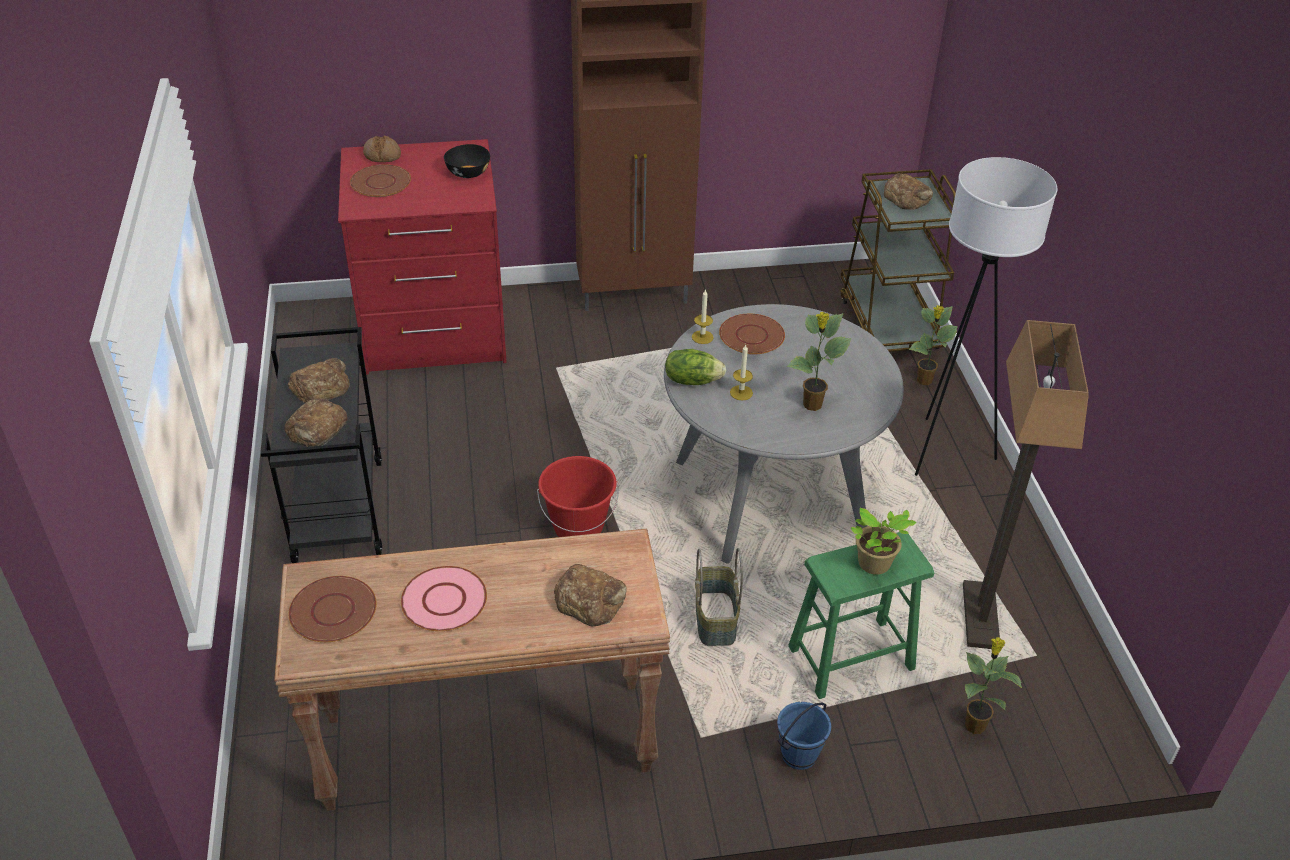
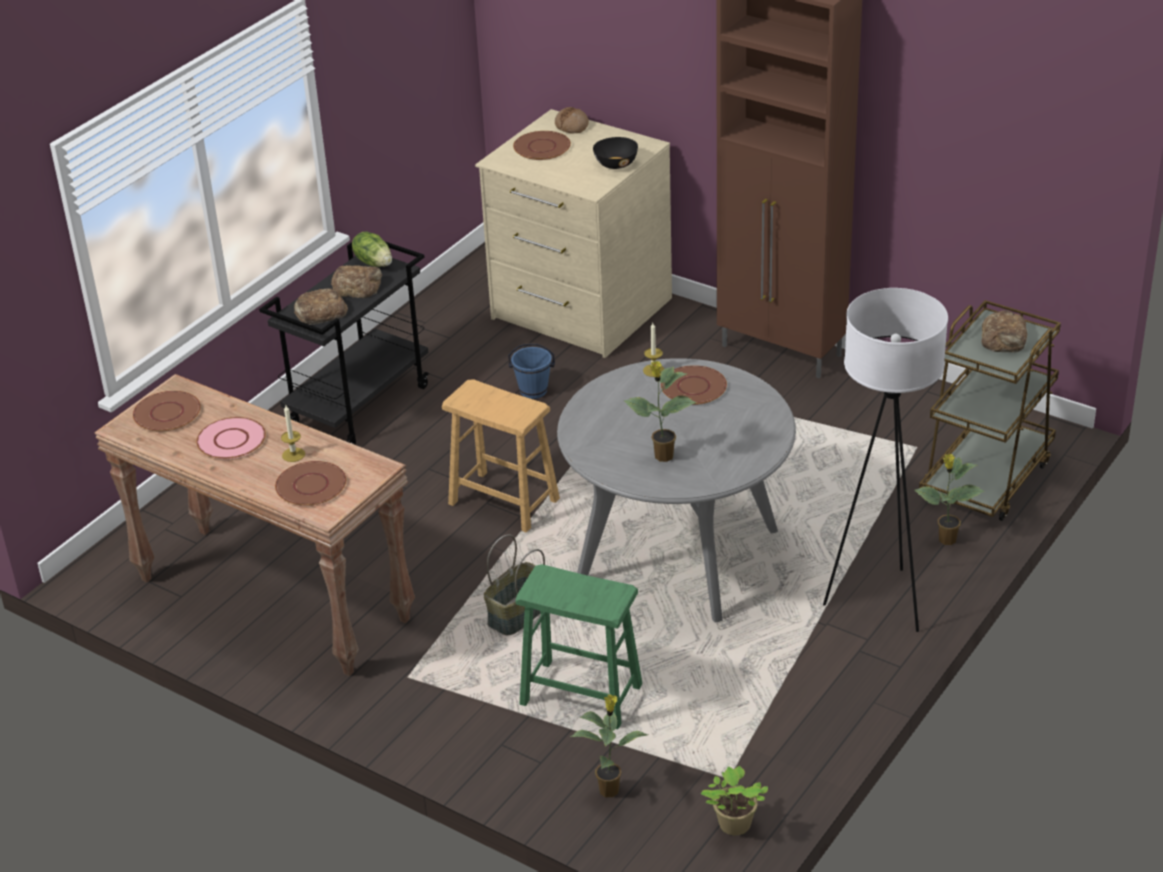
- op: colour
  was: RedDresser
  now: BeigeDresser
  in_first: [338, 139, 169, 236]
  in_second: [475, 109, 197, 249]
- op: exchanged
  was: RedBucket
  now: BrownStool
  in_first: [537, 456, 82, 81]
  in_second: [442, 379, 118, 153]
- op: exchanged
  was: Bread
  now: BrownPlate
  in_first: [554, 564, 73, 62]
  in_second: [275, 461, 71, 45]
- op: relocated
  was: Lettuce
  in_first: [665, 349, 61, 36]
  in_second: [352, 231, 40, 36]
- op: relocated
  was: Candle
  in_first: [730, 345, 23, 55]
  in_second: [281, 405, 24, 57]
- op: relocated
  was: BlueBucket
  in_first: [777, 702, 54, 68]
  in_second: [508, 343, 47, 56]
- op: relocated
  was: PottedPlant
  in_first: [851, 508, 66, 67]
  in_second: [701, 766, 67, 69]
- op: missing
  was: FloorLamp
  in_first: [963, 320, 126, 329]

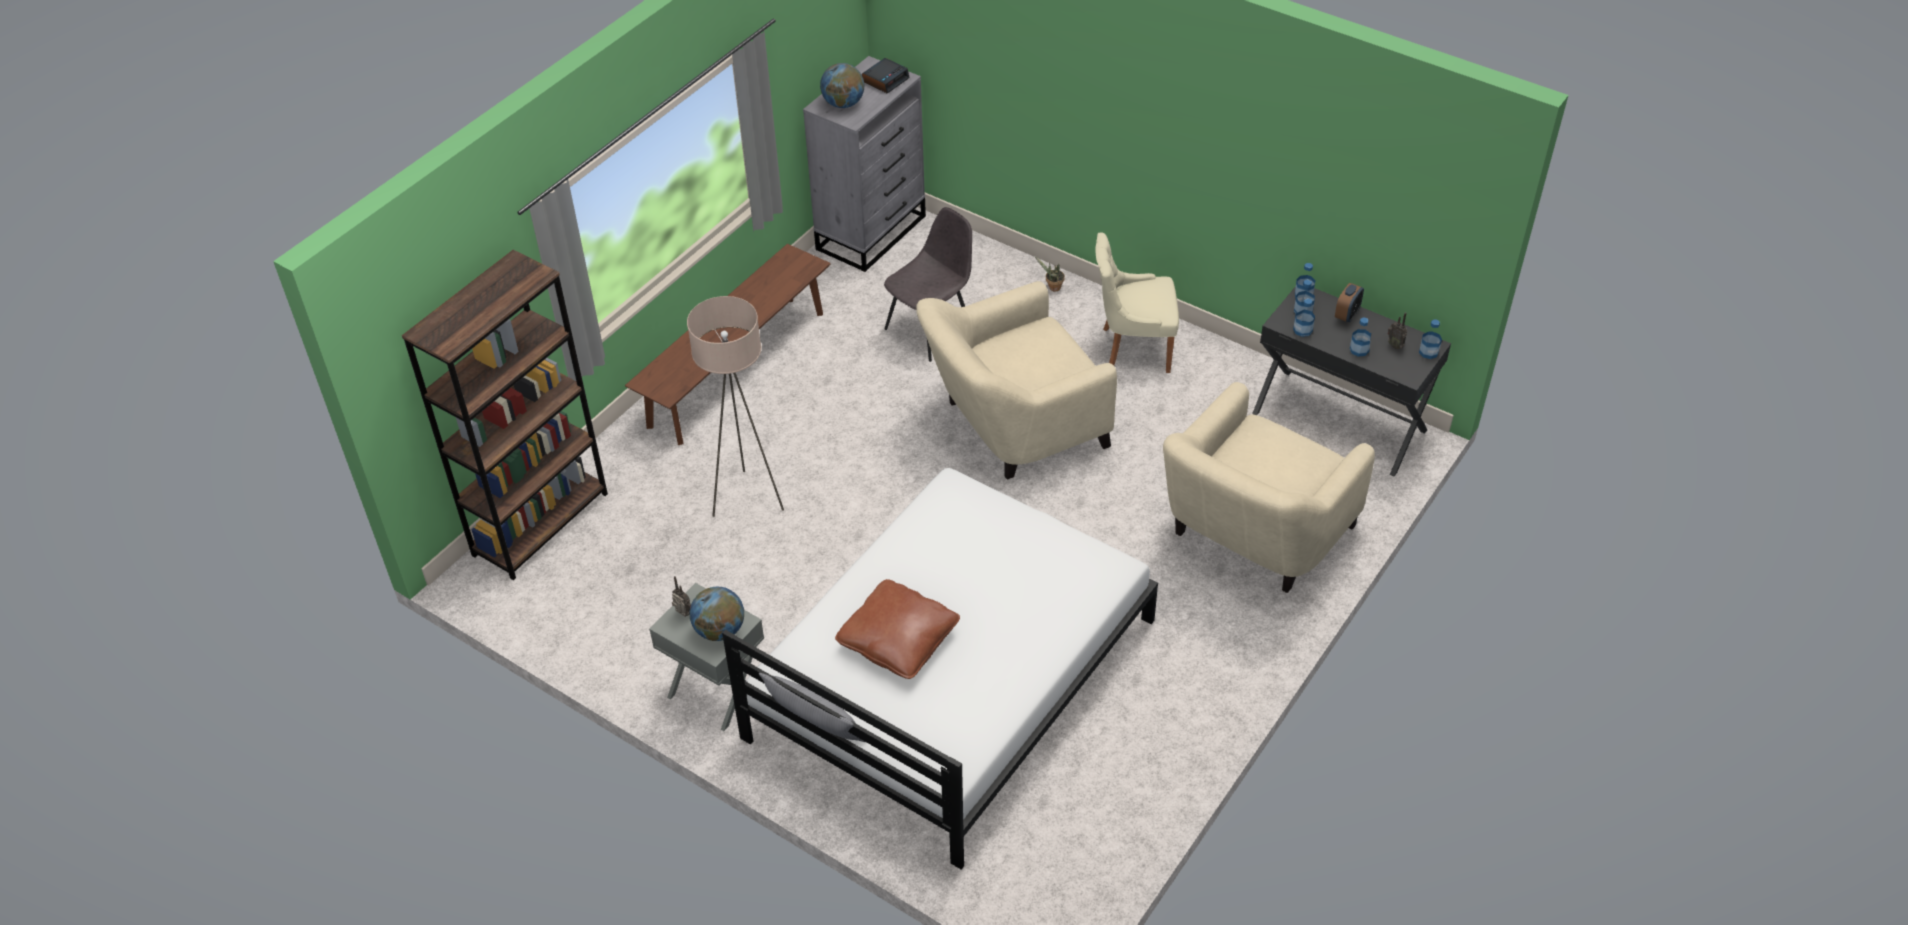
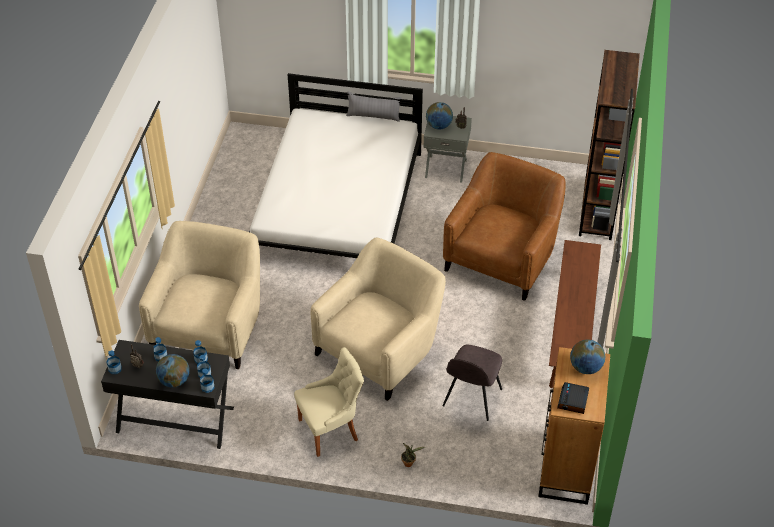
- op: exchanged
  was: BeigeFloorLamp
  now: BrownArmchair
  in_first: [687, 296, 97, 221]
  in_second: [443, 152, 123, 149]
- op: colour
  was: GreyDresser
  now: BrownDresser
  in_first: [803, 56, 123, 216]
  in_second: [538, 347, 72, 158]
- op: missing
  was: BrownPillow
  in_first: [835, 579, 125, 100]
- op: exchanged
  was: AlarmClock
  now: Globe
  in_first: [1335, 283, 29, 39]
  in_second: [156, 354, 34, 33]

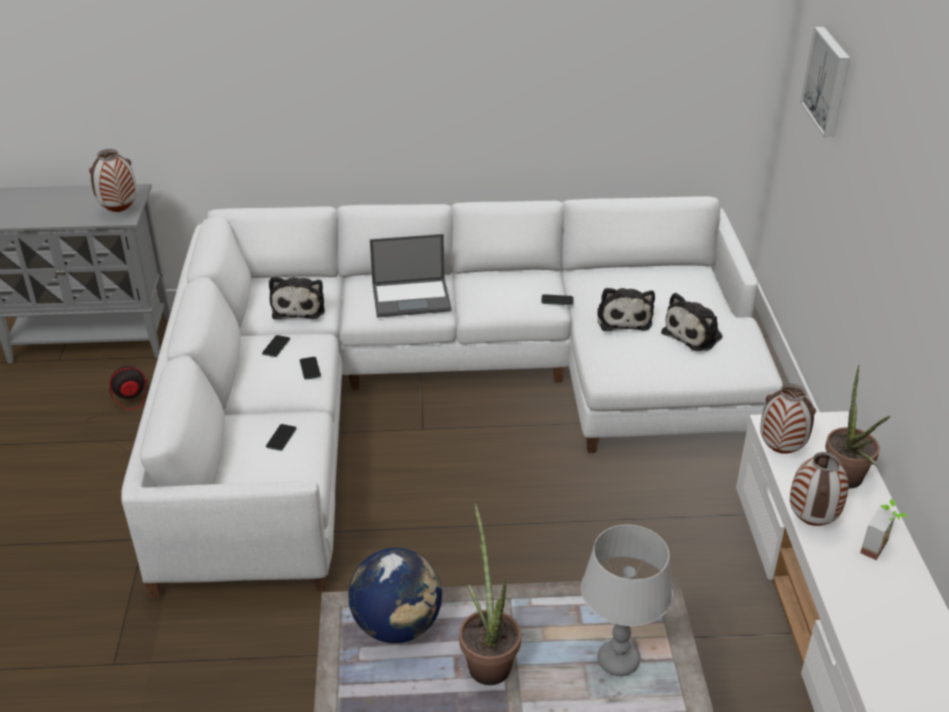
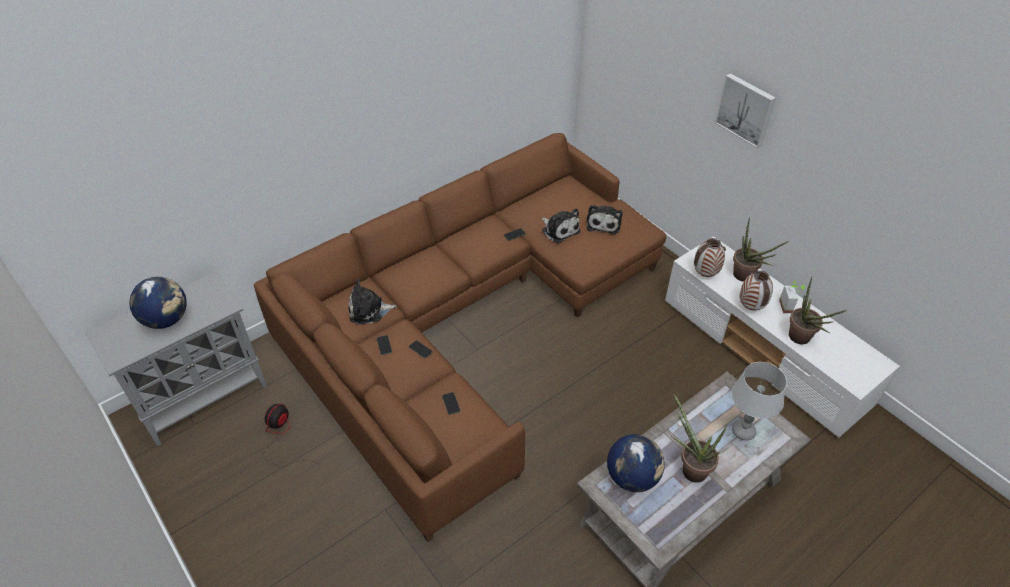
- op: missing
  was: Vase
  in_first: [89, 149, 48, 63]
- op: colour
  was: WhiteSofa
  now: BrownSofa
  in_first: [121, 196, 662, 402]
  in_second: [254, 133, 412, 409]
- op: spun
  was: PlushToy
  in_first: [269, 277, 56, 43]
  in_second: [348, 279, 49, 46]
  clockwise: 120
- op: missing
  was: Laptop
  in_first: [370, 234, 82, 83]
- op: relocated
  was: Picture
  in_first: [800, 27, 50, 110]
  in_second: [715, 73, 61, 75]
- op: appeared
  now: Globe
  in_second: [129, 277, 58, 52]
- op: appeared
  now: PottedPlant
  in_second: [789, 277, 58, 67]

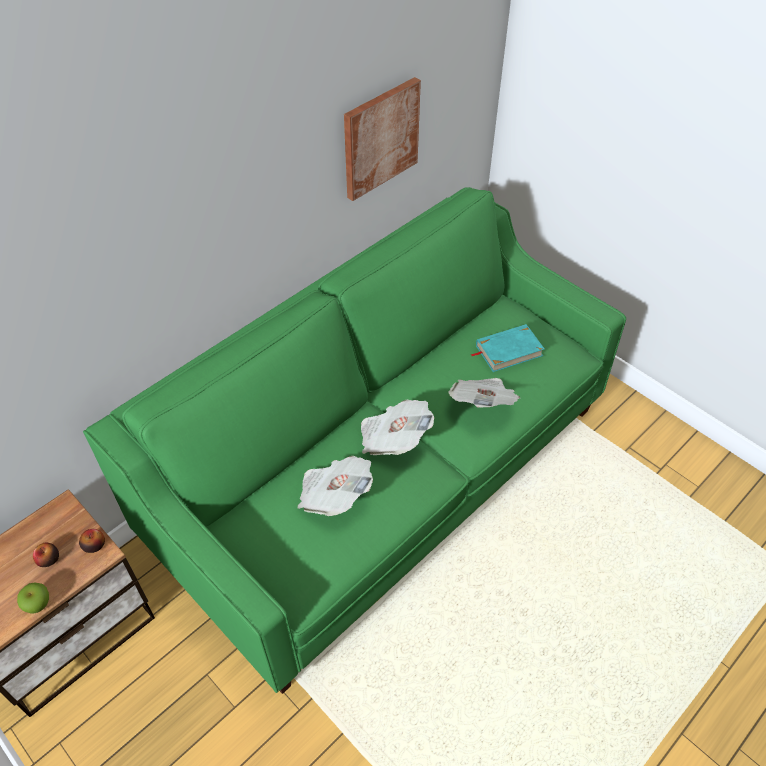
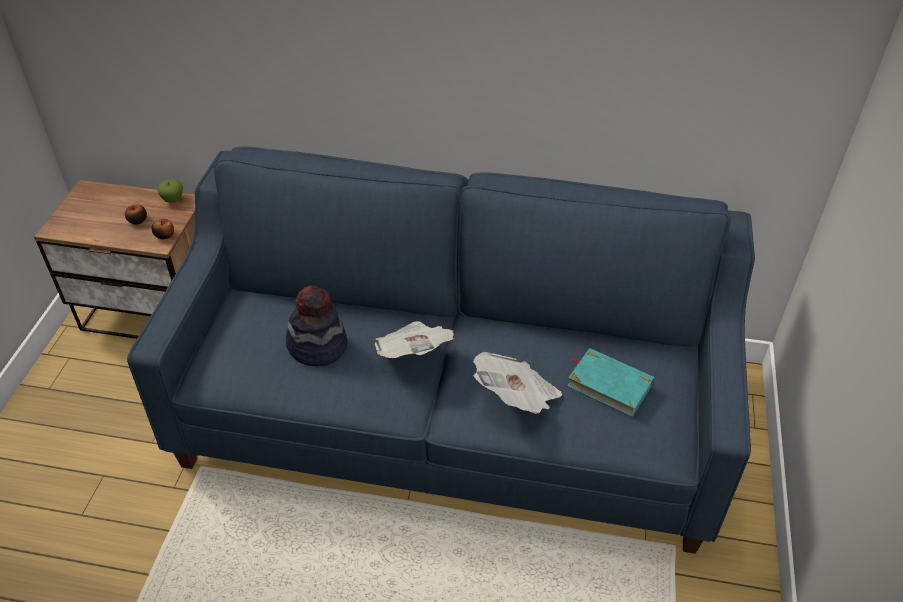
- op: relocated
  was: Apple
  in_first: [17, 583, 32, 30]
  in_second: [157, 179, 26, 24]
- op: colour
  was: GreenSofa
  now: BlueSofa
  in_first: [83, 187, 543, 507]
  in_second: [127, 146, 628, 408]
- op: exchanged
  was: Newspaper
  now: Hat
  in_first: [298, 455, 75, 61]
  in_second: [286, 285, 62, 81]
- op: missing
  was: Picture
  in_first: [344, 77, 77, 124]

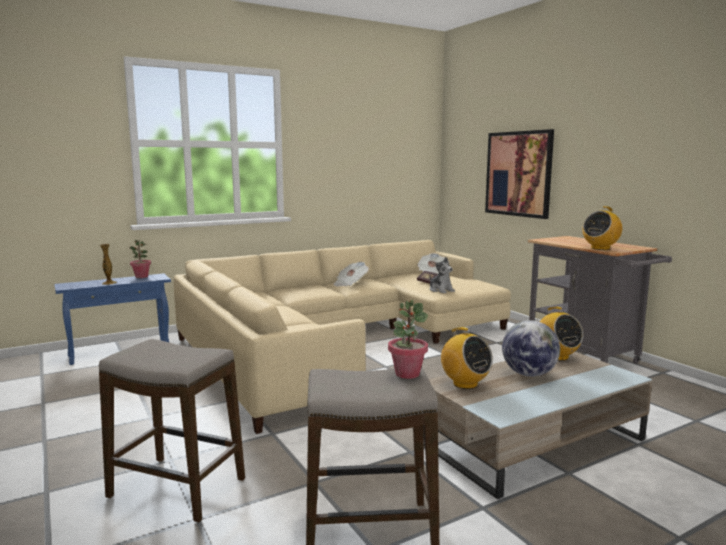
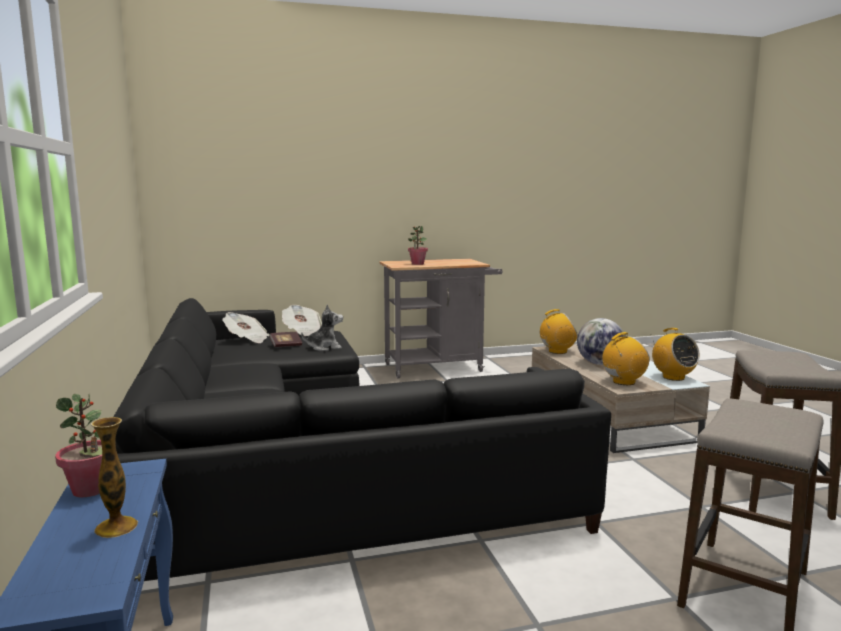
- op: colour
  was: BeigeSofa
  now: BlackSofa
  in_first: [174, 240, 337, 194]
  in_second: [114, 298, 497, 283]
- op: relocated
  was: Newspaper
  in_first: [333, 262, 36, 24]
  in_second: [282, 305, 40, 31]
- op: relocated
  was: PottedPlant
  in_first: [388, 300, 40, 79]
  in_second: [408, 226, 20, 39]
- op: missing
  was: Picture
  in_first: [485, 129, 69, 90]
- op: relocated
  was: Radio
  in_first: [582, 206, 40, 44]
  in_second: [650, 328, 50, 53]

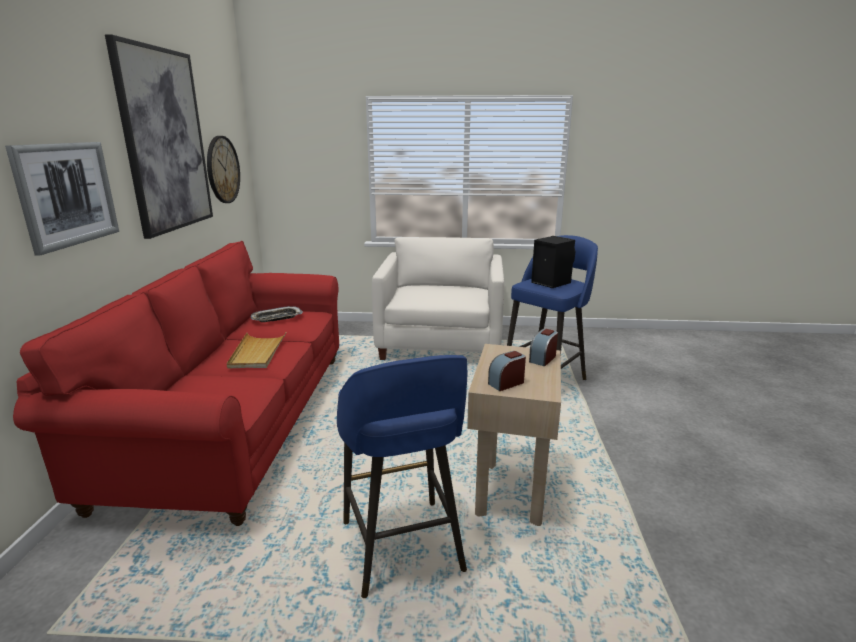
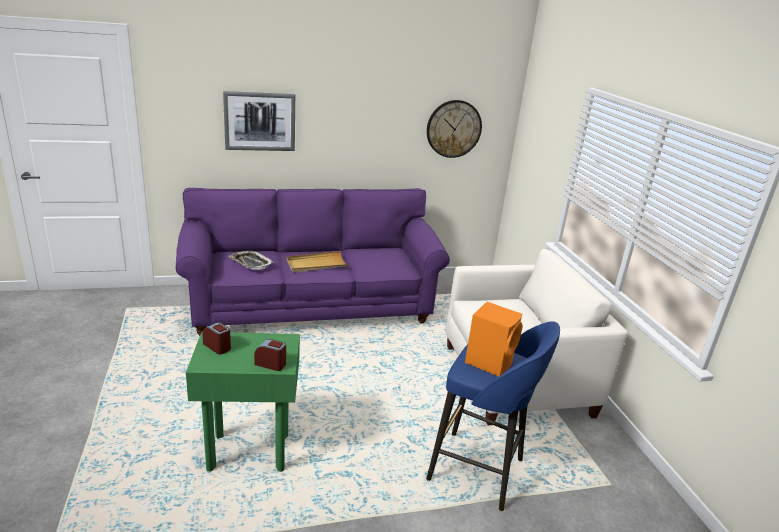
- op: colour
  was: RedSofa
  now: PurpleSofa
  in_first: [13, 241, 326, 285]
  in_second: [176, 188, 274, 148]
- op: missing
  was: Picture
  in_first: [105, 34, 108, 205]
- op: relocated
  was: Tray
  in_first: [251, 306, 52, 16]
  in_second: [229, 251, 45, 19]
- op: missing
  was: BlueStool
  in_first: [337, 355, 130, 243]
- op: colour
  was: BeigeSideTable
  now: GreenSideTable
  in_first: [467, 344, 94, 182]
  in_second: [186, 332, 114, 140]
- op: colour
  was: BlackSpeaker
  now: OrangeSpeaker
  in_first: [531, 236, 44, 52]
  in_second: [465, 302, 57, 75]

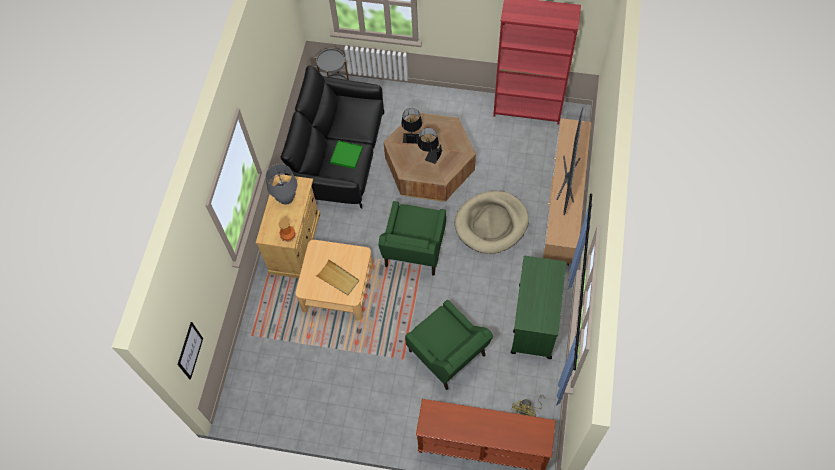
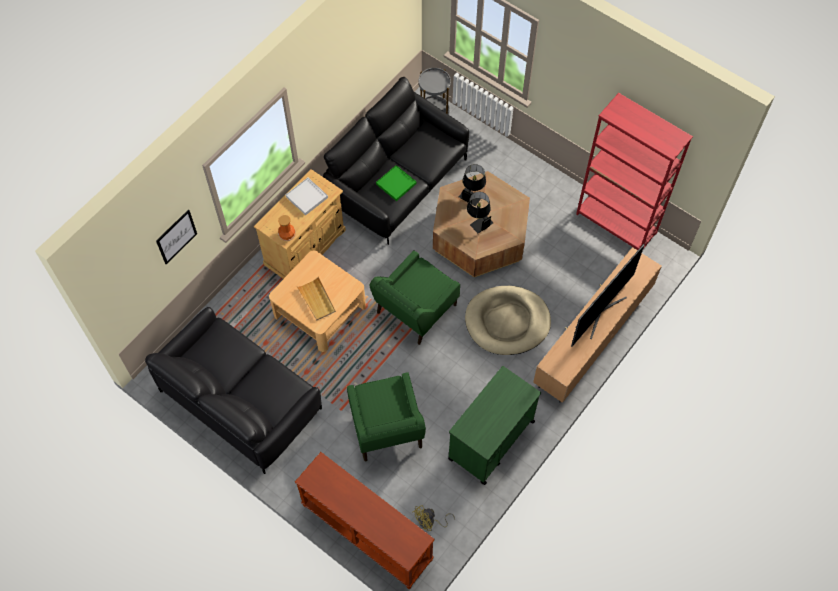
- op: relocated
  was: Picture
  in_first: [177, 322, 26, 58]
  in_second: [156, 210, 41, 54]
- op: exchanged
  was: GreyTableLamp
  now: WhiteTray
  in_first: [266, 164, 31, 41]
  in_second: [286, 178, 42, 37]
- op: appeared
  now: BlackSofa
  in_second: [145, 307, 177, 167]

